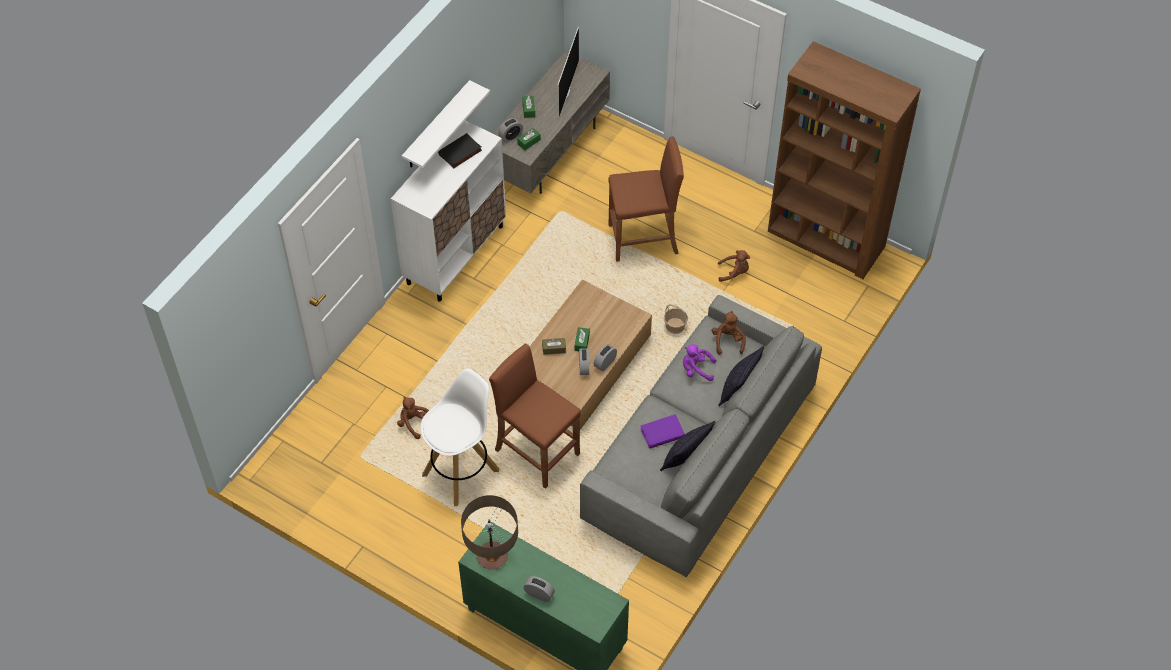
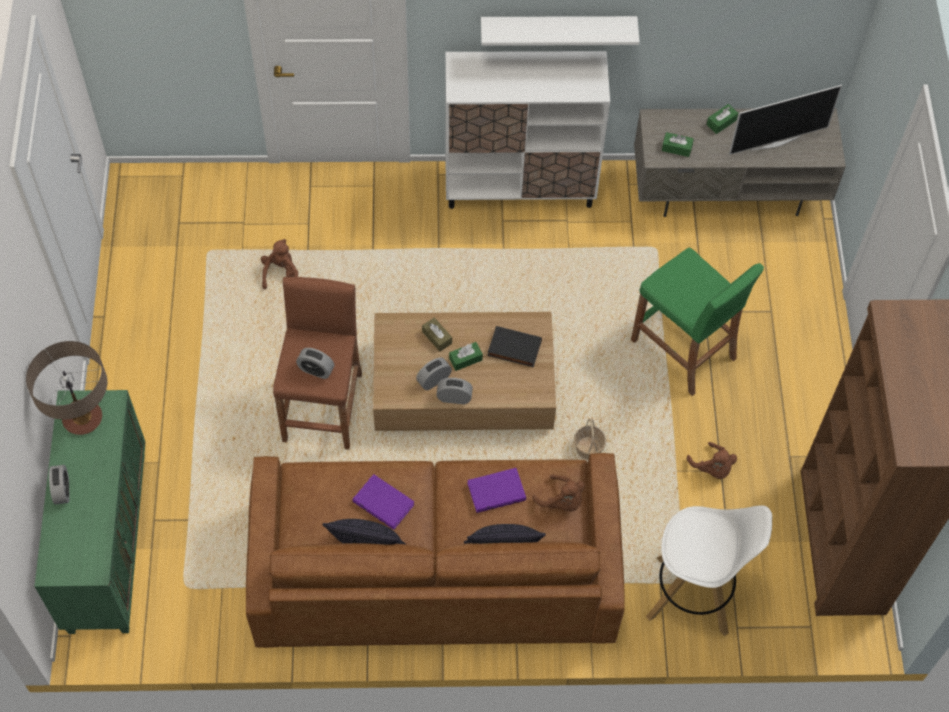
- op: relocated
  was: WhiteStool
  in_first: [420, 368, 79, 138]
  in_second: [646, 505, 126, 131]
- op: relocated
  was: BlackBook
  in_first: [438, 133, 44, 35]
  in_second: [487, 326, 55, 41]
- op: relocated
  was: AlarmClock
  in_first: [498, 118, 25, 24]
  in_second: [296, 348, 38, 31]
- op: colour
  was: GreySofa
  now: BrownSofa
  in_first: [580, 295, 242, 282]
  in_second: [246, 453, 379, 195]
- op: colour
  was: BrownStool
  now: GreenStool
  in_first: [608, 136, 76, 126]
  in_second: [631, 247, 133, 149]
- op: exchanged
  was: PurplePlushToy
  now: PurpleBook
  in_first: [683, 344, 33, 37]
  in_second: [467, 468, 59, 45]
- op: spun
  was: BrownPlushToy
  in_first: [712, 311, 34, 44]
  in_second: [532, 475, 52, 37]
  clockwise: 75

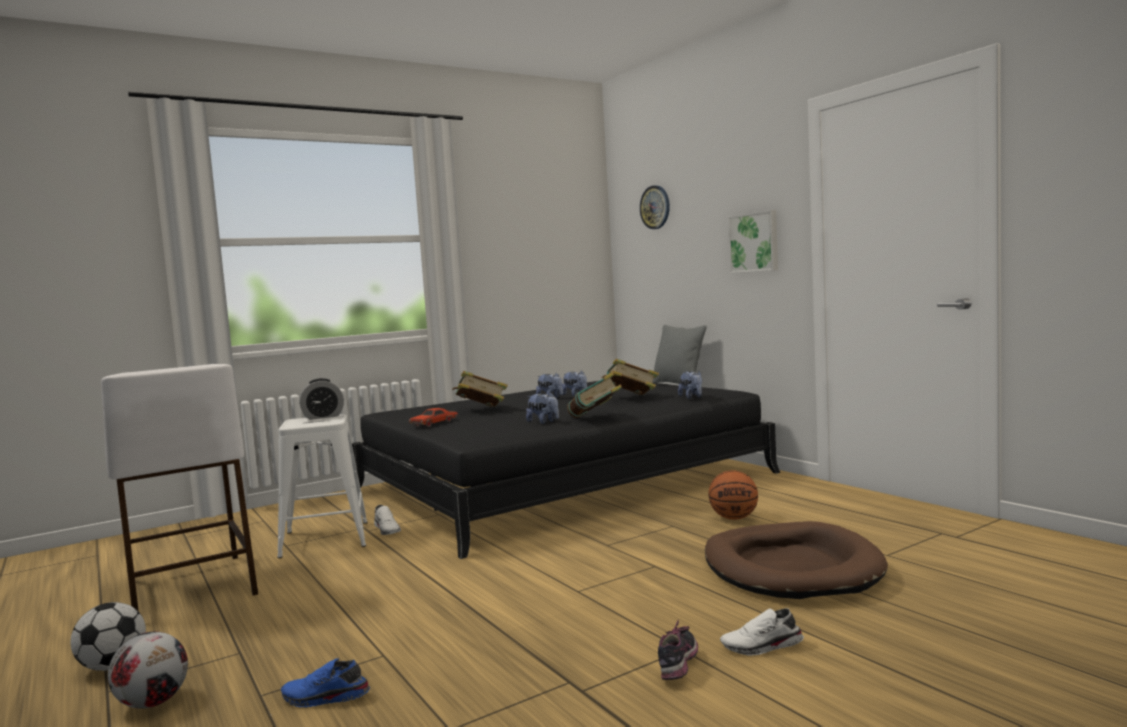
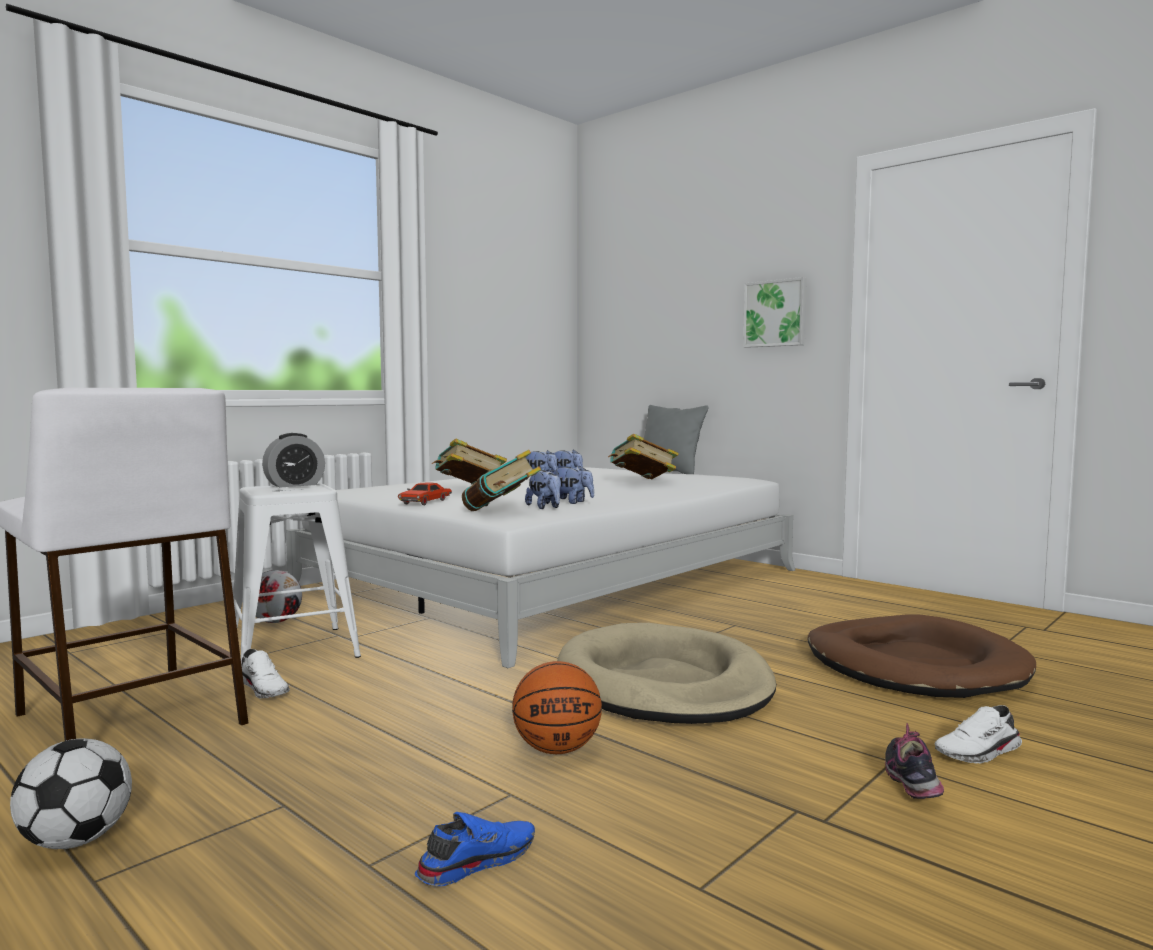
- op: relocated
  was: Football
  in_first: [108, 632, 80, 77]
  in_second: [256, 570, 46, 53]
- op: spun
  was: BlueShoe
  in_first: [281, 658, 89, 50]
  in_second: [415, 812, 120, 74]
  clockwise: 150
- op: colour
  was: BlackBed
  now: WhiteBed
  in_first: [352, 381, 428, 178]
  in_second: [286, 467, 509, 201]
- op: relocated
  was: WhiteShoe
  in_first: [374, 505, 27, 30]
  in_second: [242, 649, 48, 49]
- op: relocated
  was: Book
  in_first: [567, 372, 55, 46]
  in_second: [462, 450, 79, 61]
- op: missing
  was: WallClock
  in_first: [640, 185, 30, 44]
- op: relocated
  was: PlushToy
  in_first: [678, 371, 24, 28]
  in_second: [525, 469, 36, 40]
- op: relocated
  was: Basketball
  in_first: [708, 470, 50, 50]
  in_second: [512, 661, 90, 93]
- op: appeared
  now: BeigeDogBed
  in_second: [557, 623, 219, 101]

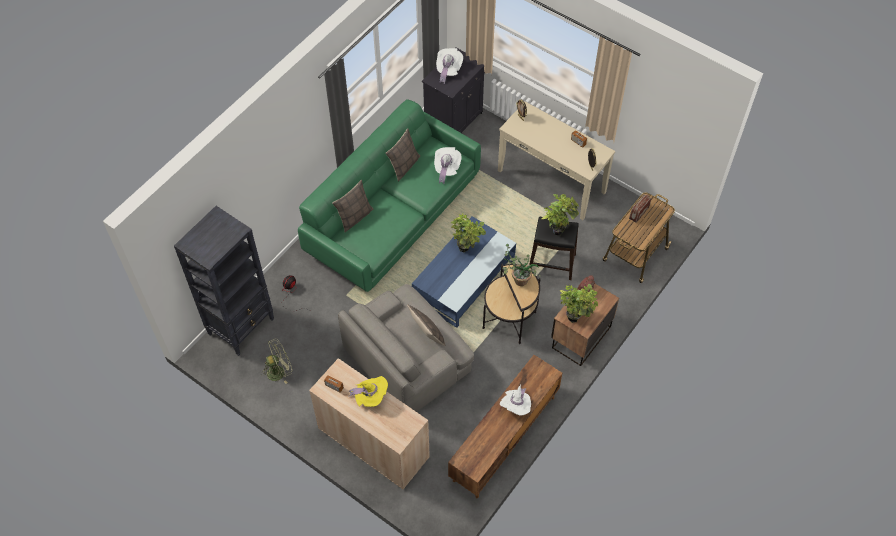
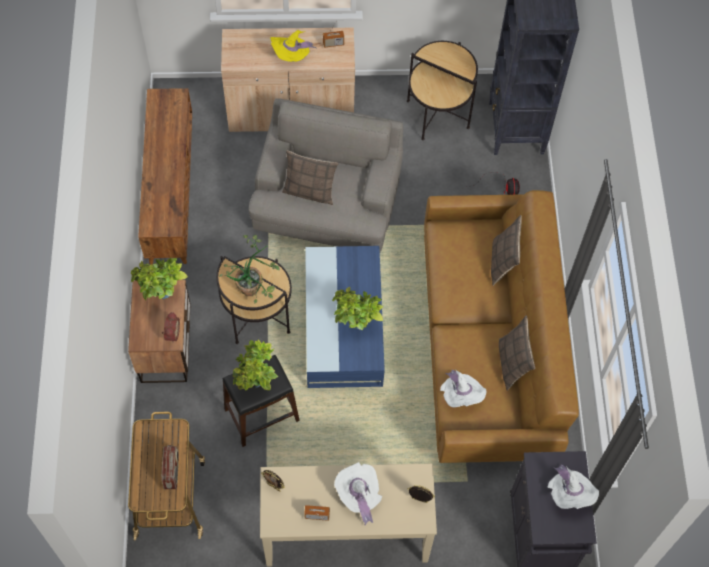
- op: exchanged
  was: GreenFan
  now: SideTable
  in_first: [261, 339, 31, 45]
  in_second: [407, 41, 71, 99]
- op: colour
  was: GreenSofa
  now: BrownSofa
  in_first: [298, 99, 183, 193]
  in_second: [424, 190, 155, 273]
- op: relocated
  was: WhiteHat
  in_first: [500, 385, 31, 31]
  in_second: [334, 462, 48, 64]

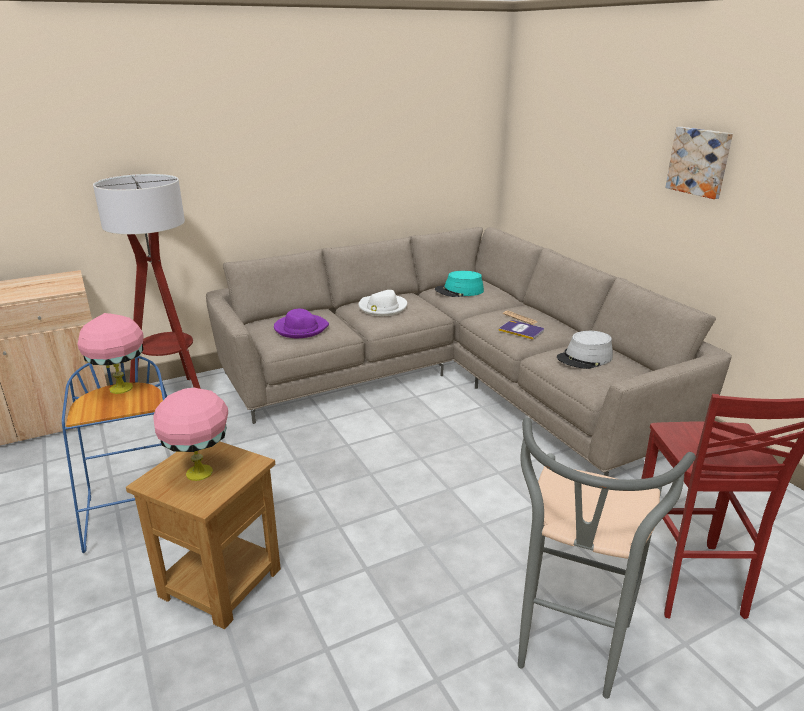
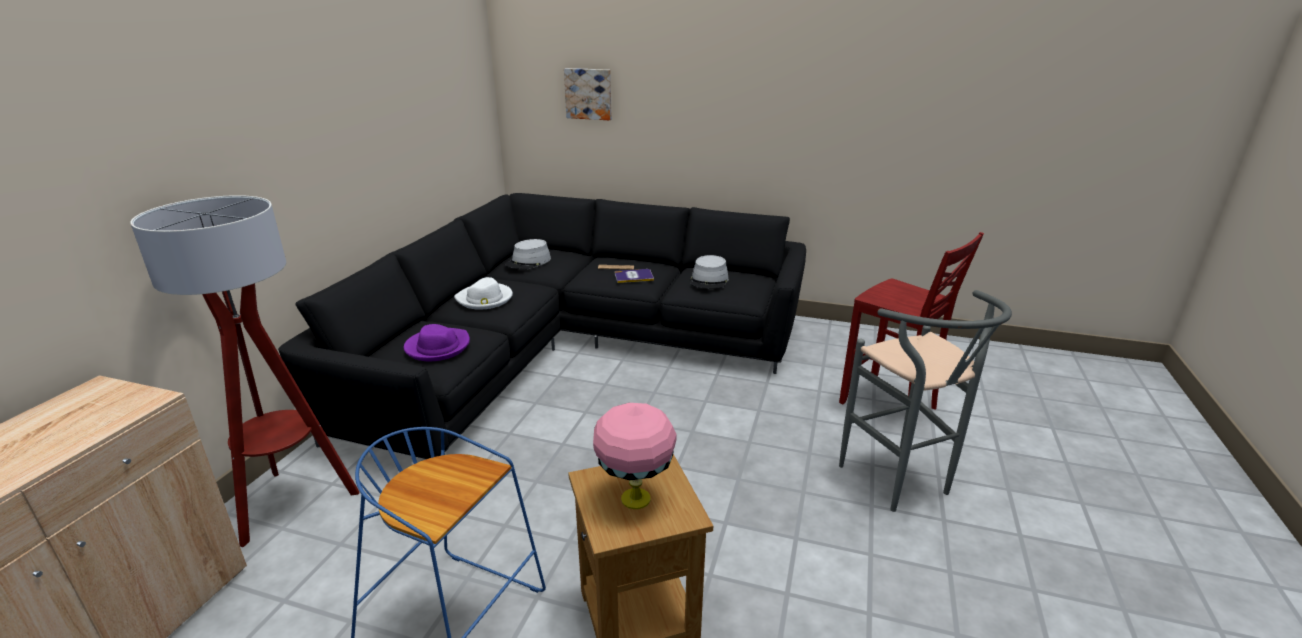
- op: missing
  was: PinkTableLamp
  in_first: [77, 313, 67, 81]
- op: colour
  was: BeigeSofa
  now: BlackSofa
  in_first: [206, 227, 526, 249]
  in_second: [278, 193, 528, 266]
- op: colour
  was: TurquoiseHat
  now: GreyHat
  in_first: [435, 271, 49, 26]
  in_second: [505, 239, 46, 30]
- op: relocated
  was: Picture
  in_first: [665, 127, 68, 72]
  in_second: [564, 68, 48, 52]

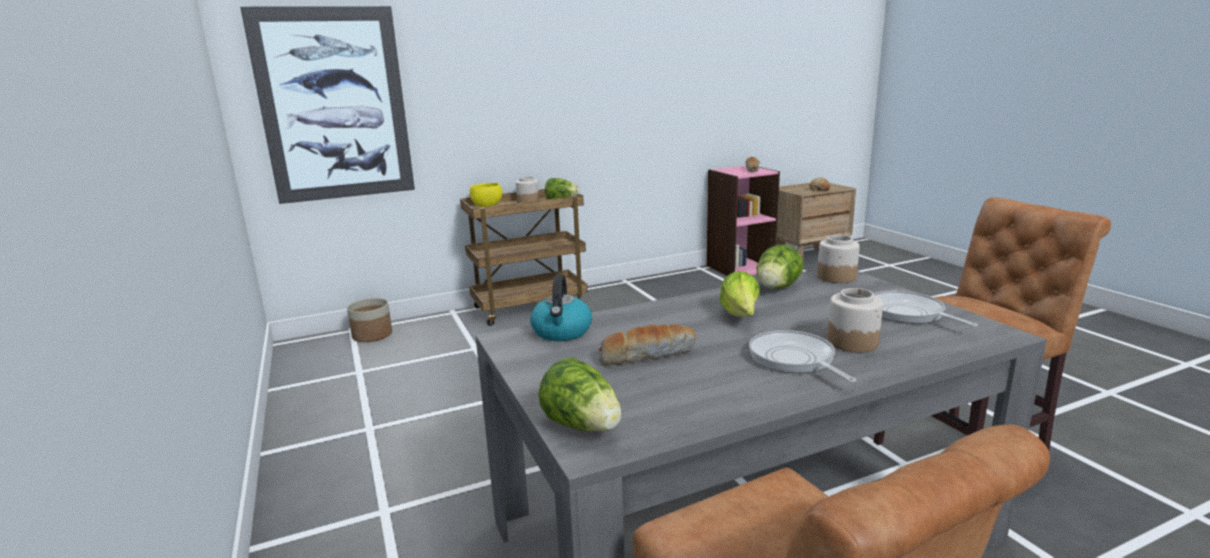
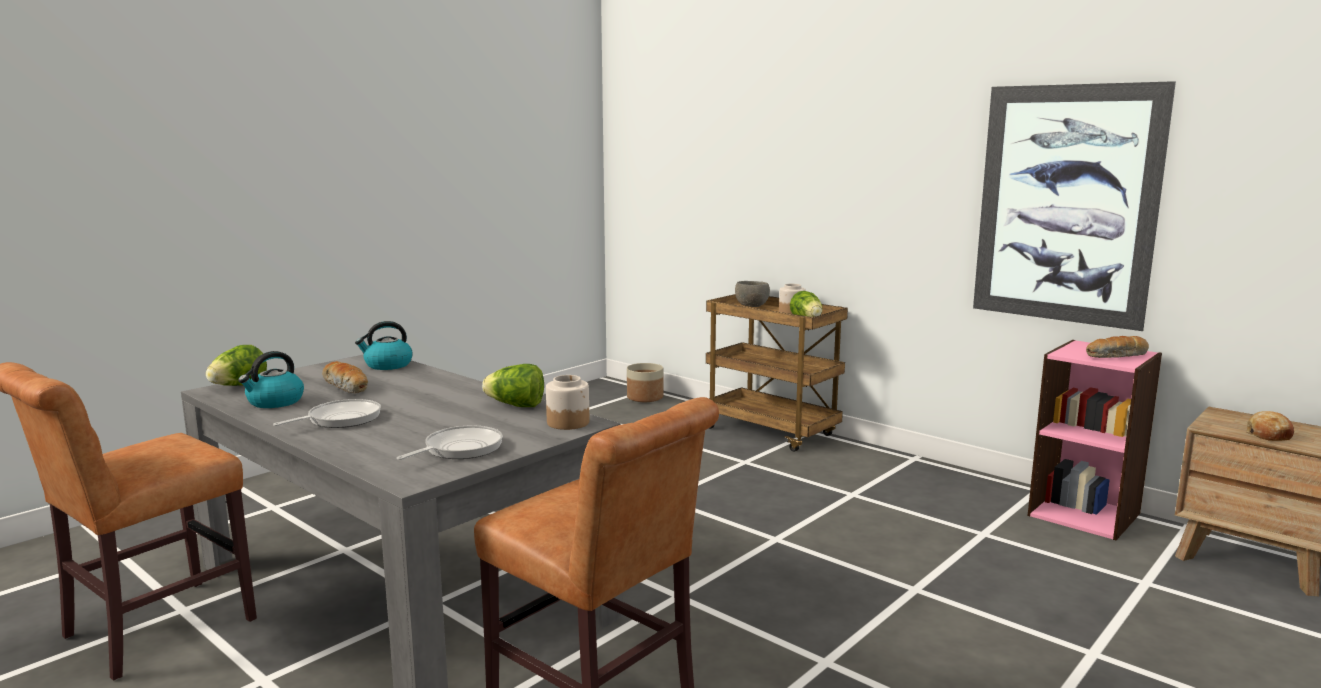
- op: relocated
  was: Picture
  in_first: [240, 6, 175, 198]
  in_second: [973, 81, 203, 250]
- op: colour
  was: YellowBowl
  now: GreyBowl
  in_first: [470, 183, 32, 24]
  in_second: [735, 281, 35, 26]
- op: missing
  was: Lettuce
  in_first: [719, 271, 41, 46]
- op: missing
  was: Jar
  in_first: [827, 288, 56, 65]
- op: appeared
  now: Kettle
  in_second: [238, 351, 66, 57]

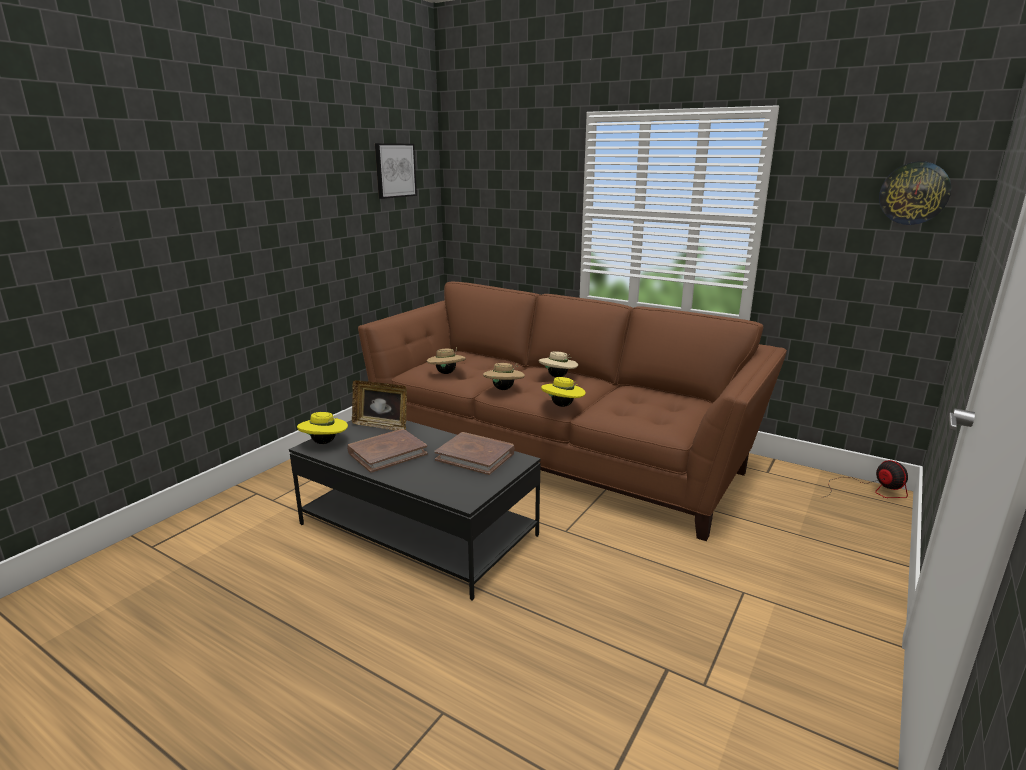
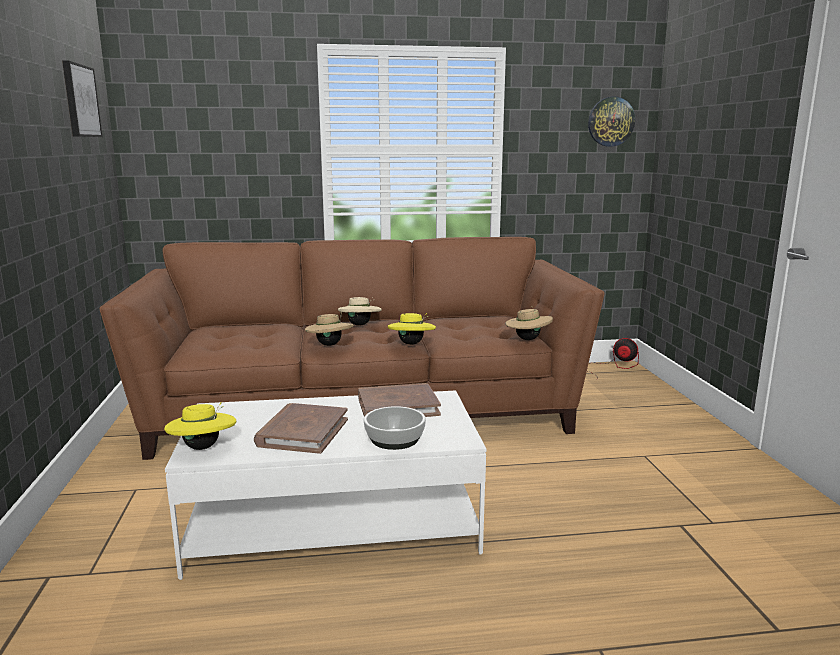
- op: colour
  was: BlackCoffeeTable
  now: WhiteCoffeeTable
  in_first: [289, 420, 252, 181]
  in_second: [165, 390, 321, 190]
- op: missing
  was: PictureFrame
  in_first: [352, 380, 55, 50]
- op: relocated
  was: BeigeHat
  in_first: [427, 347, 39, 27]
  in_second: [505, 306, 48, 34]
- op: appeared
  now: Bowl
  in_second: [364, 406, 62, 44]

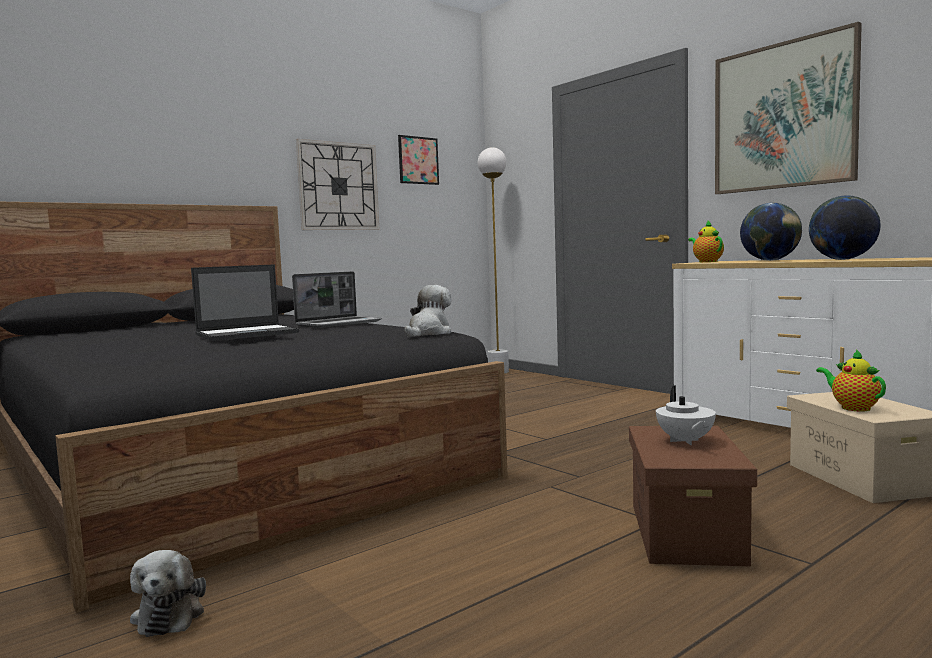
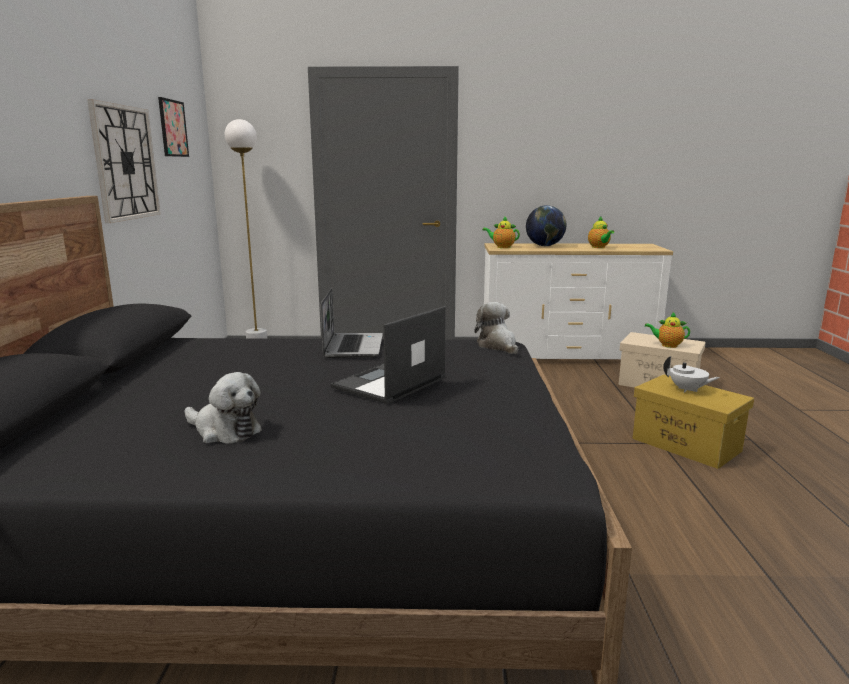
- op: relocated
  was: PlushToy
  in_first: [130, 550, 76, 87]
  in_second: [185, 372, 77, 72]
- op: spun
  was: Laptop
  in_first: [191, 264, 108, 77]
  in_second: [331, 306, 115, 98]
  clockwise: -150
- op: colour
  was: BrownStorageBox
  now: YellowStorageBox
  in_first: [629, 426, 128, 140]
  in_second: [633, 374, 121, 95]
- op: missing
  was: Picture
  in_first: [715, 22, 147, 172]
- op: exchanged
  was: Globe
  now: Teapot
  in_first: [809, 195, 72, 65]
  in_second: [588, 217, 26, 31]

